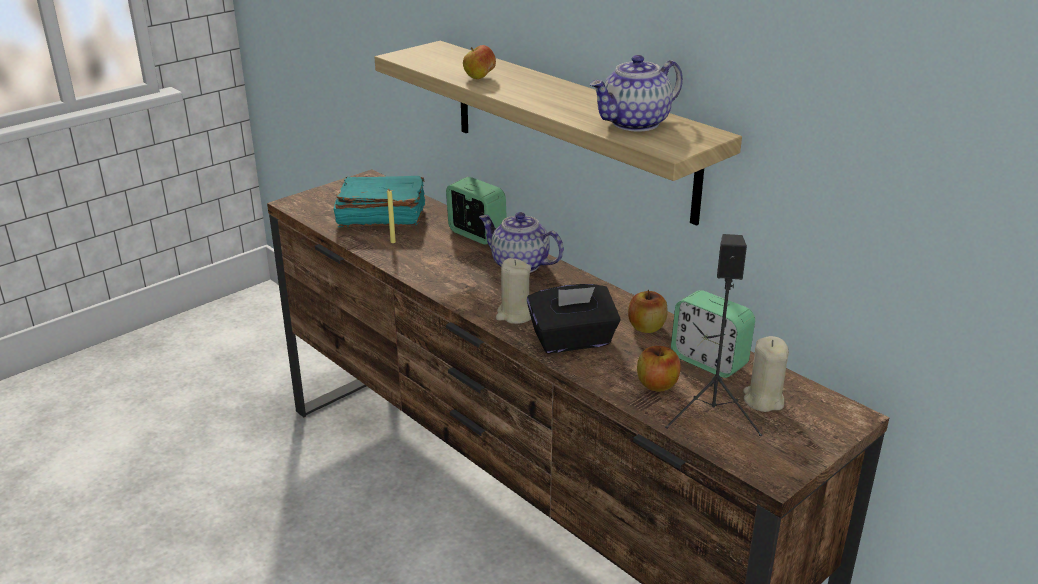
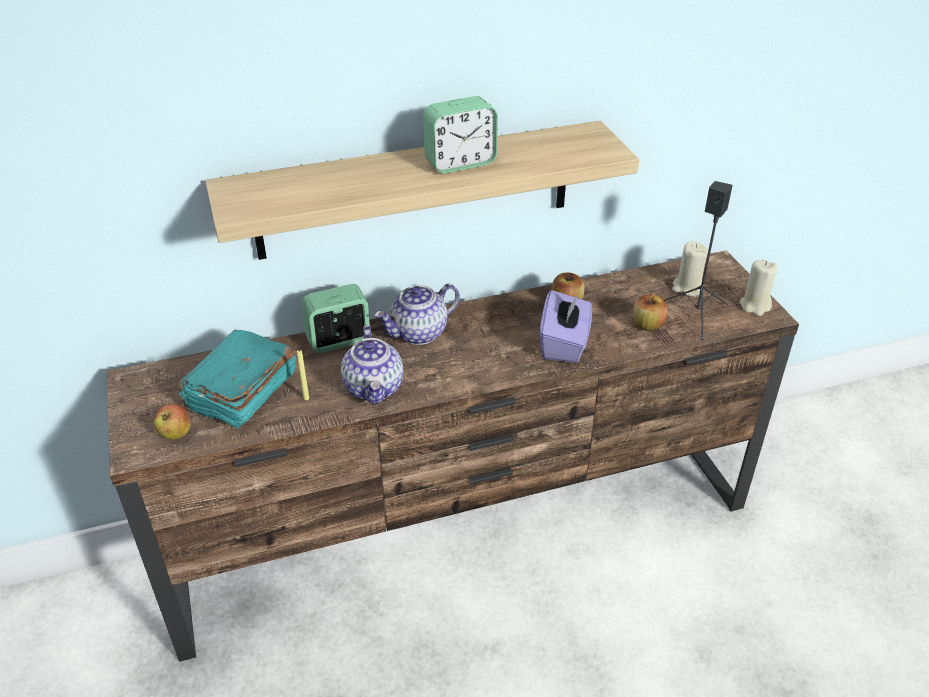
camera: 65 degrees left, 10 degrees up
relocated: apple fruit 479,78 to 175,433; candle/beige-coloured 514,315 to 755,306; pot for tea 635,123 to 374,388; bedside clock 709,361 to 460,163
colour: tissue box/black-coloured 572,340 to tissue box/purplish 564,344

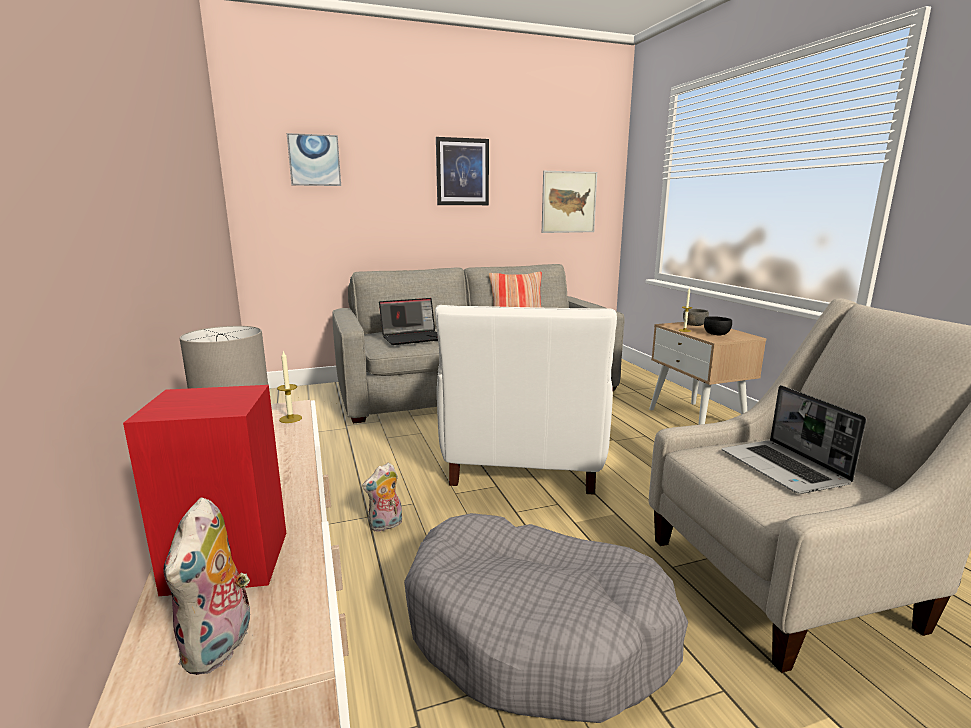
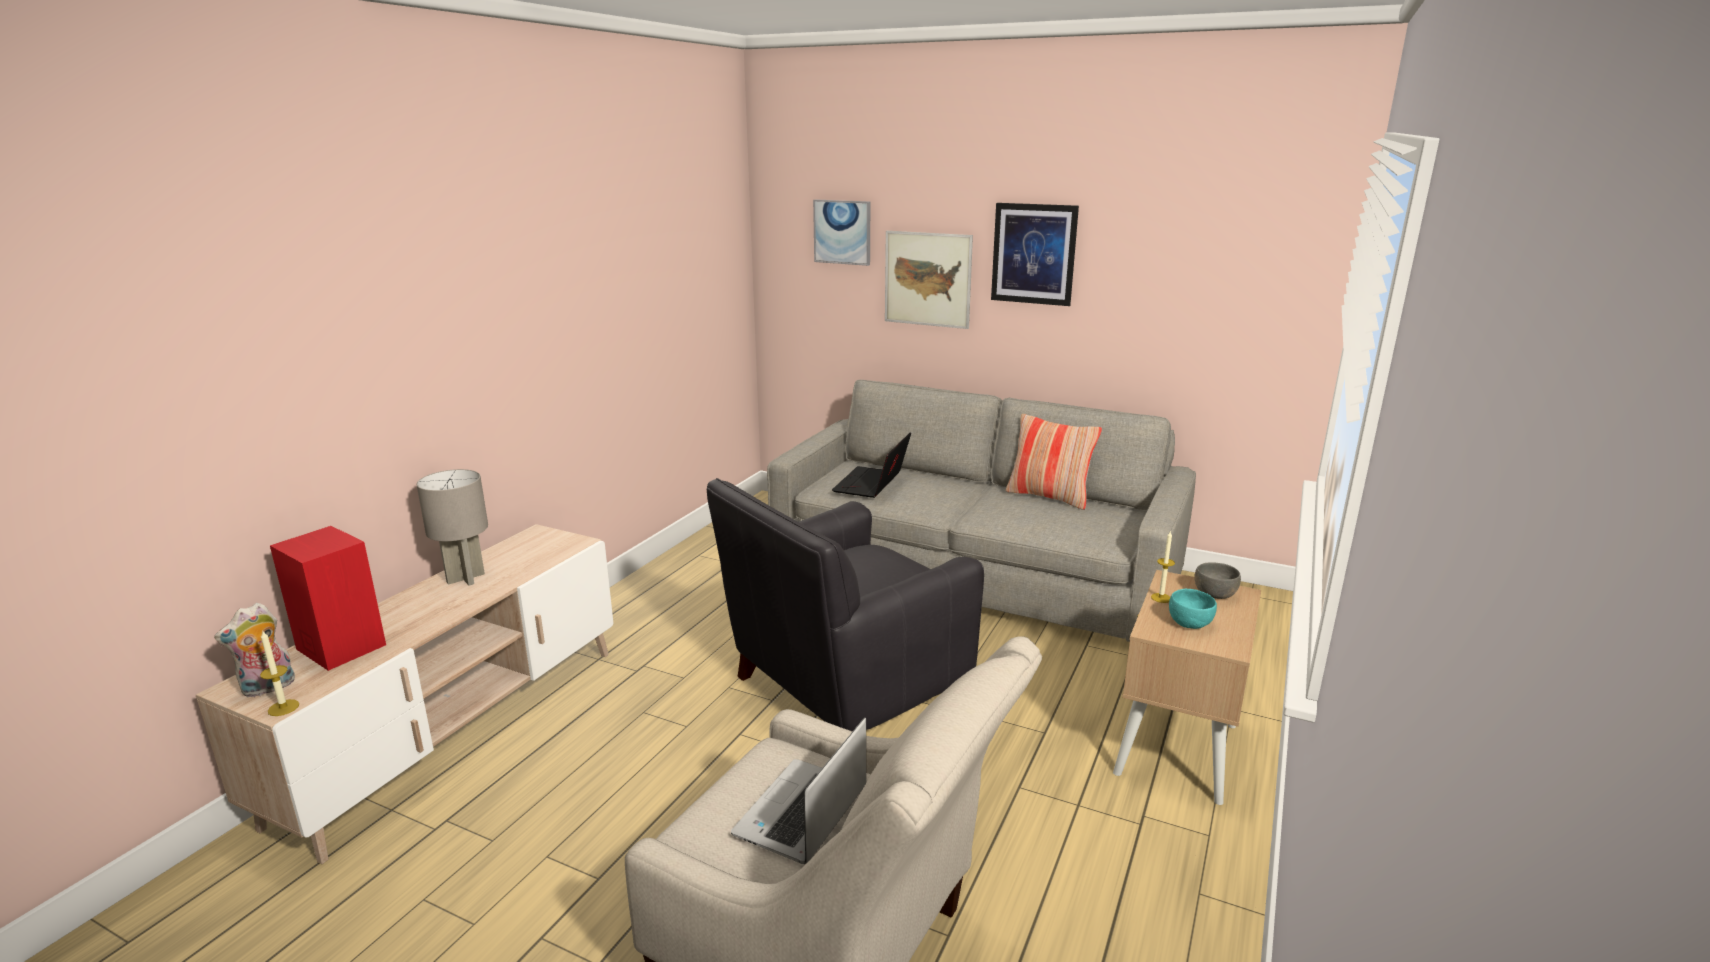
camera: 45 degrees right, 5 degrees up
missing: plush toy 386,525; dog cushion/gray 537,631
relocated: candle 290,419 to 283,707; wall picture 569,202 to 927,279
colour: armchair/white-coloured 523,462 to armchair/black-coloured 843,688; bowl/black-coloured 716,334 to bowl/turquoise 1189,622
spun: laptop 413,338 = 872,484 90 degrees clockwise

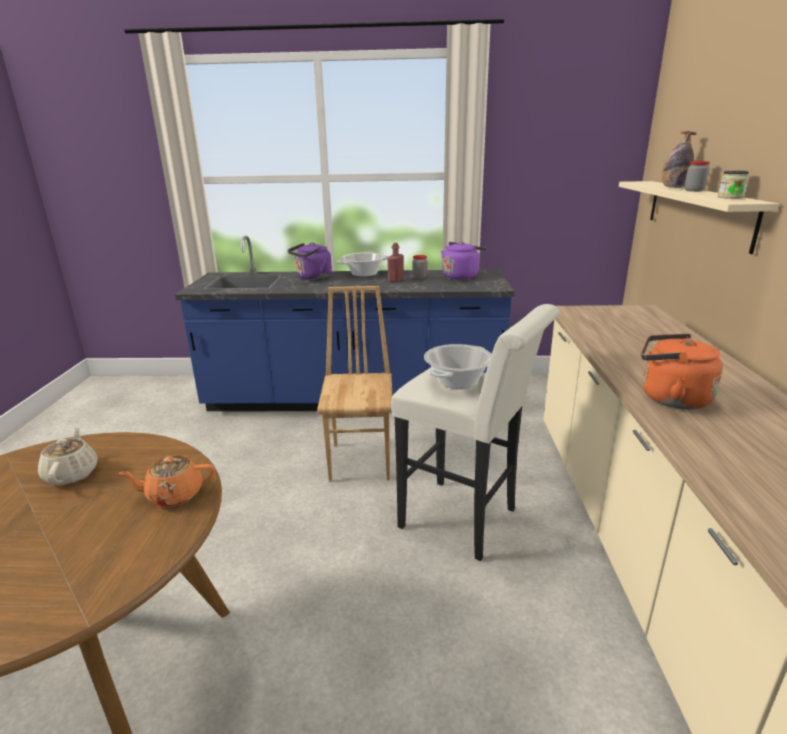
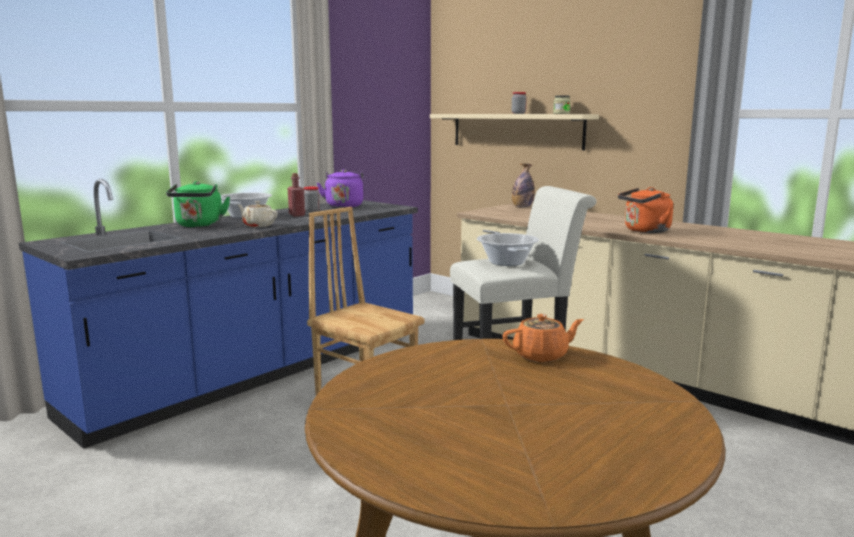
camera: 50 degrees left, 10 degrees down
relocated: pot for tea/beige-coloured 72,474 to 258,225; drink bottle 673,187 to 522,207
colour: kettle/purplish 312,278 to kettle/greenish 199,225
spun: pot for tea/orangey 174,495 = 541,355 135 degrees counterclockwise

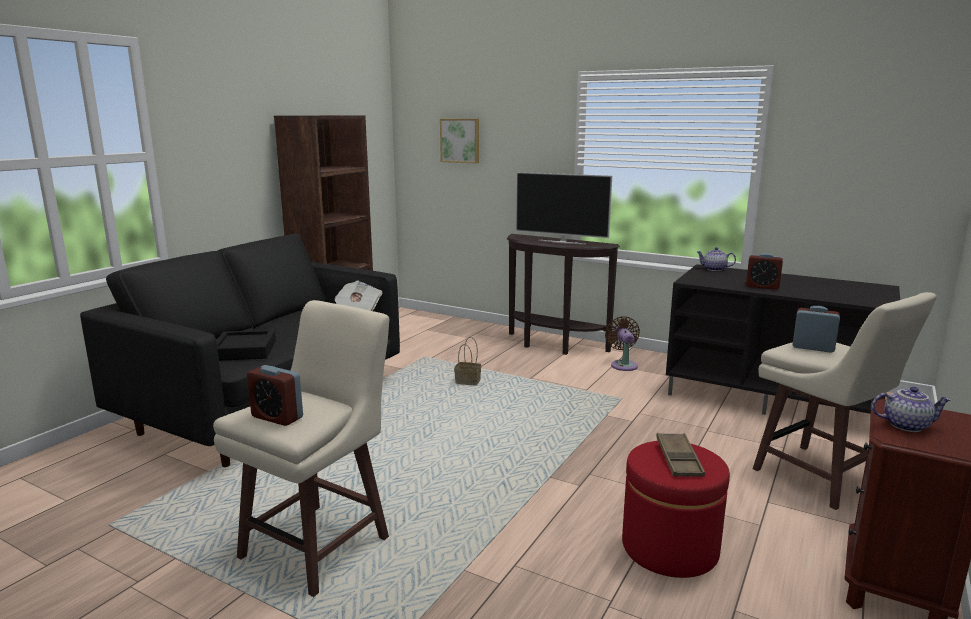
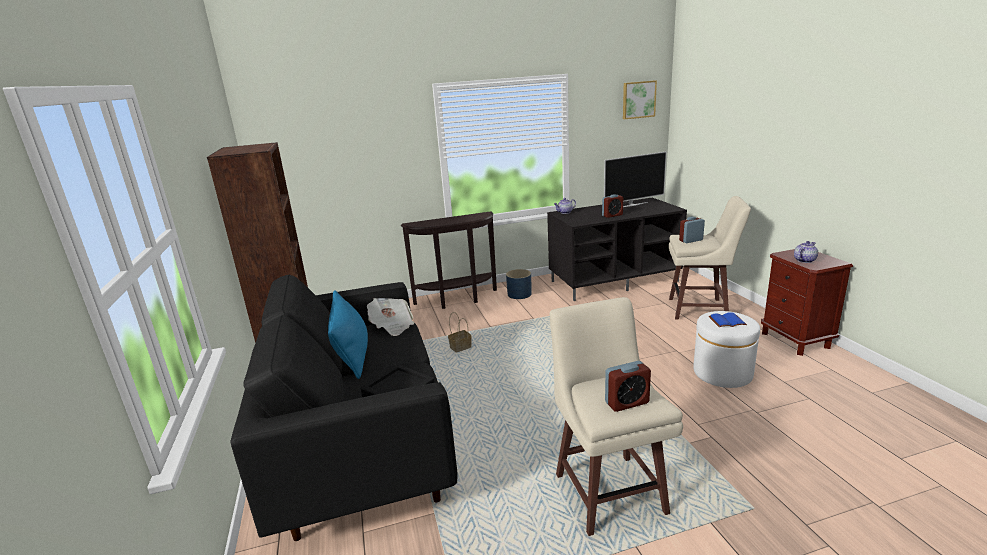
camera: 45 degrees left, 5 degrees up
appeared: pillow/bluish 352,354
relocated: wall picture 460,140 to 638,99; TV 562,242 to 632,205
exchanged: fan/brownish 623,365 to planter/bluish 519,294; serving tray/brownish 679,459 to book/bluish 727,321
colour: pouffe/red-coloured 669,548 to pouffe/white-coloured 722,373

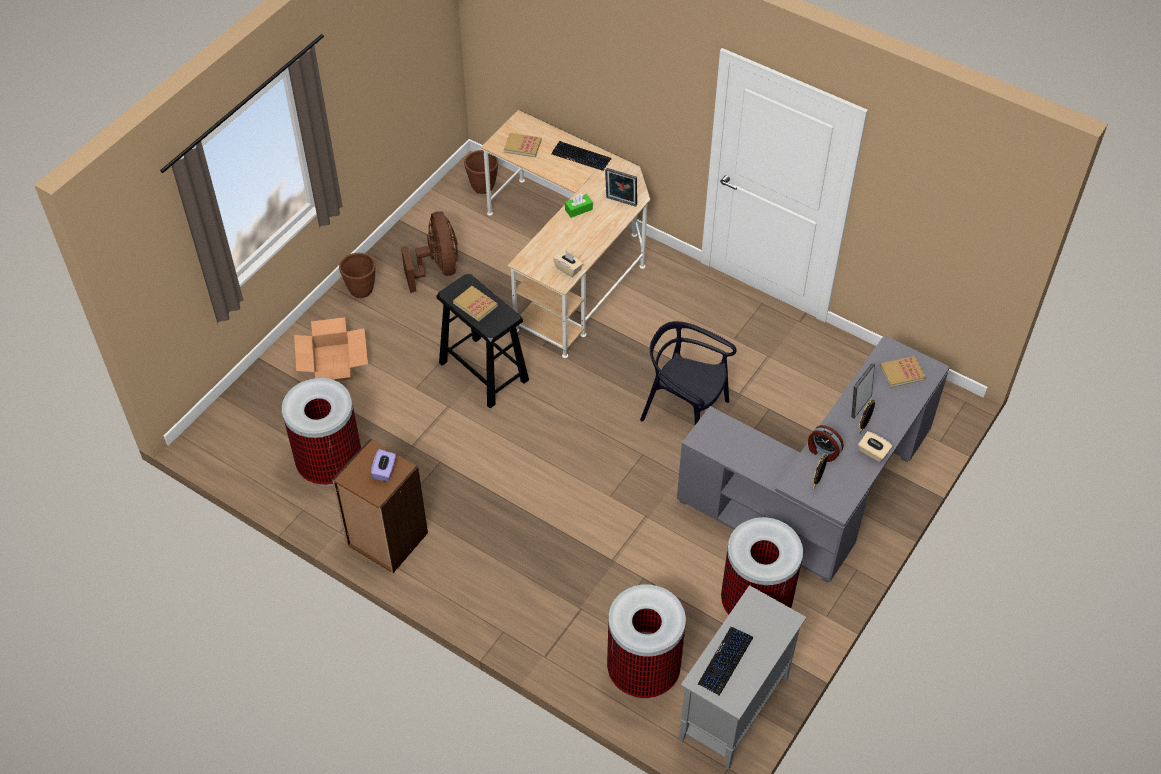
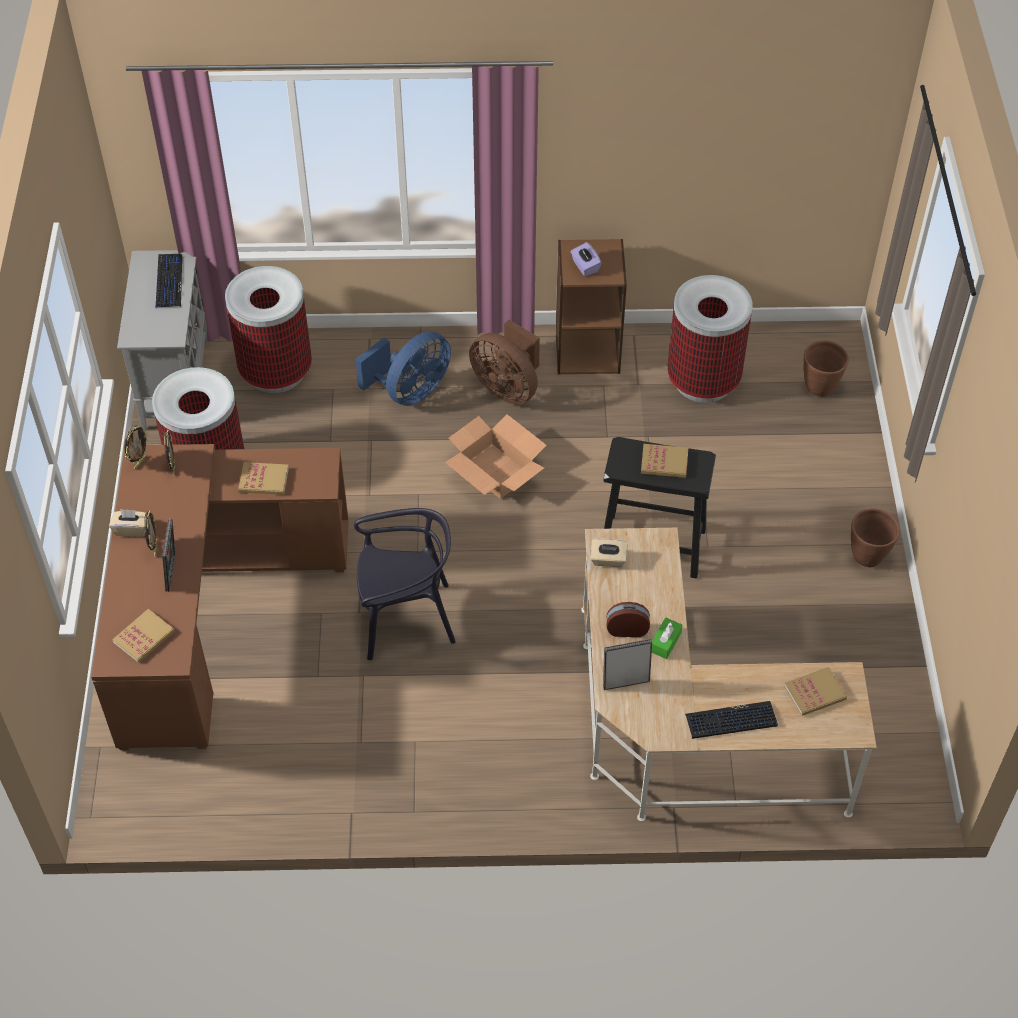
camera: 145 degrees right, 0 degrees up
appeared: photo frame 140,462; book 264,480; fan/bluish 410,391
relocated: cardboard box 333,363 to 496,471; fan/brownish 437,268 to 507,388; planter/brownish 482,187 to 820,388; bedside clock 823,452 to 627,629
colour: desk unit/gray 818,494 to desk unit/brownish 207,610

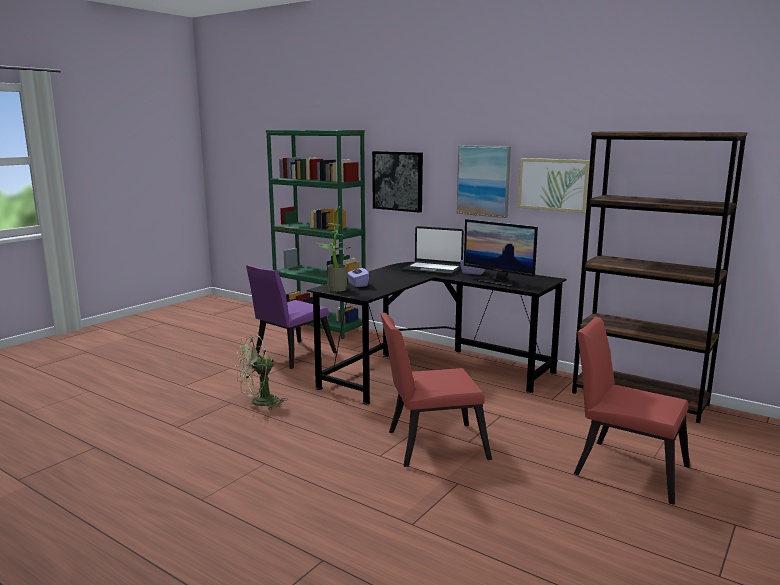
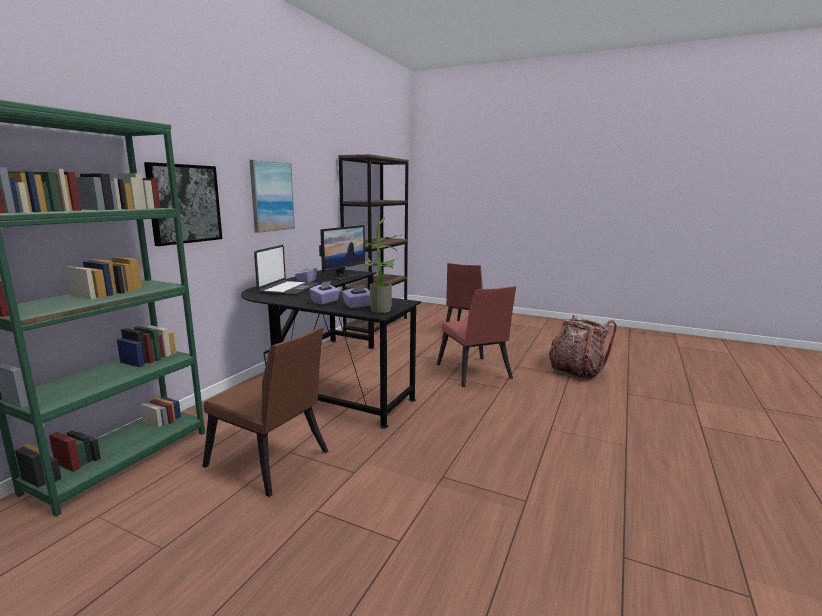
camera: 100 degrees left, 0 degrees up
missing: fan/greenish 259,403; wall picture 553,184
appeared: tissue box/purplish 325,301; backpack 576,371
colour: chair/purplish 290,356 to chair/brownish 271,463

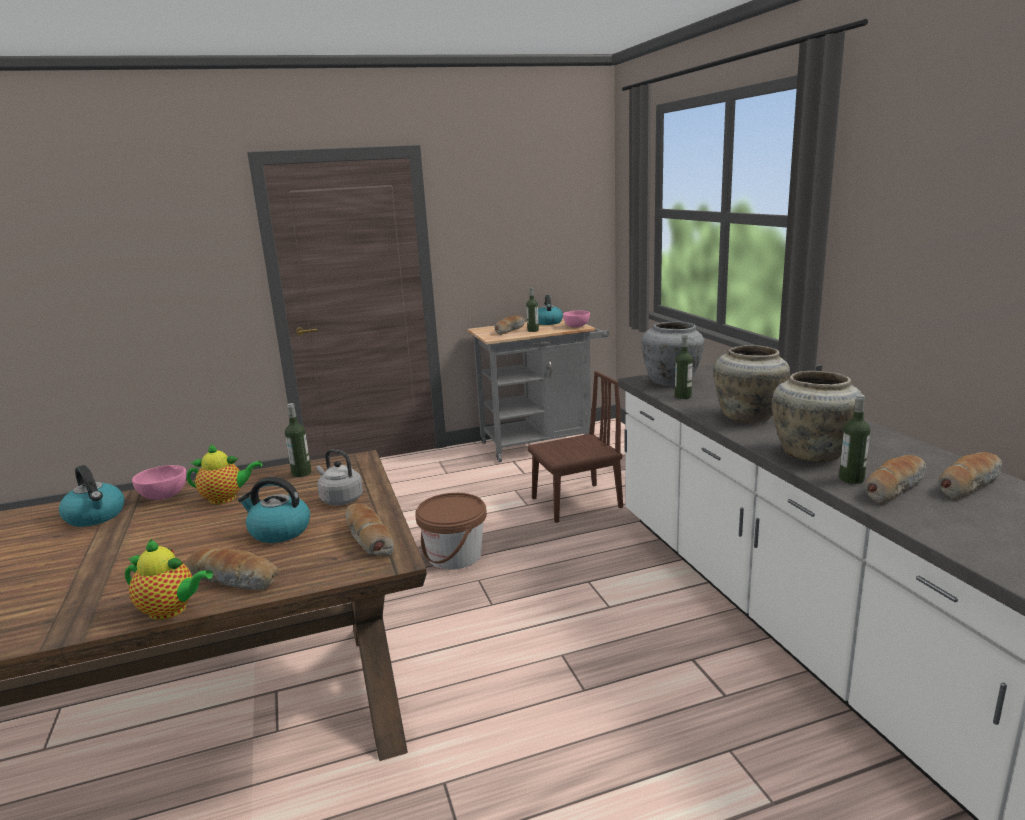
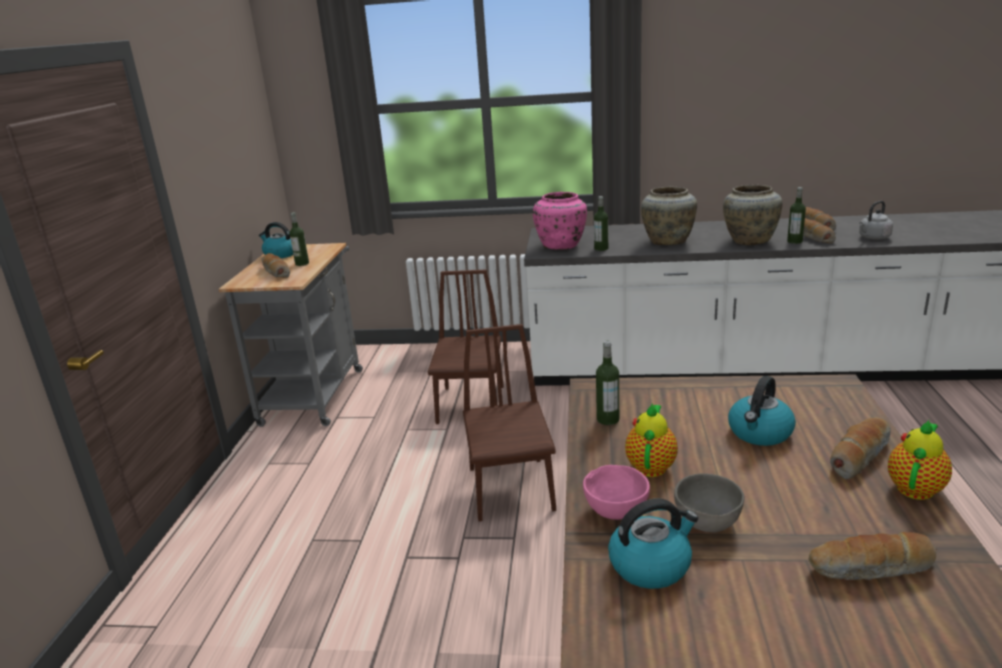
camera: 65 degrees left, 5 degrees up
missing: bowl/pink 576,327
appeared: bowl/gray 706,523
relocated: kettle/gray 340,499 to 873,238; baked bread 368,538 to 871,569
exchanged: pail/brownish 454,556 to chair/brownish 511,488
colour: flower vase/gray 672,382 to flower vase/pink 561,246

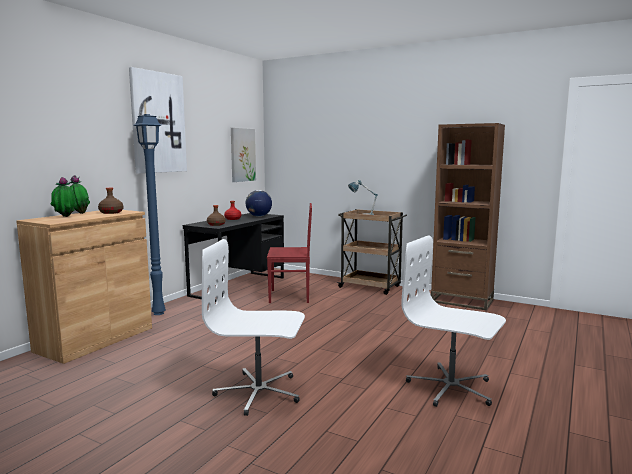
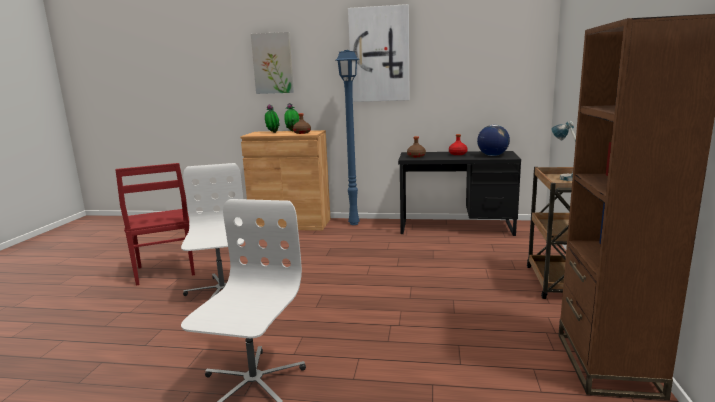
camera: 70 degrees right, 5 degrees up
relocated: wall picture 242,155 to 273,63; chair/red-coloured 291,296 to 165,272

